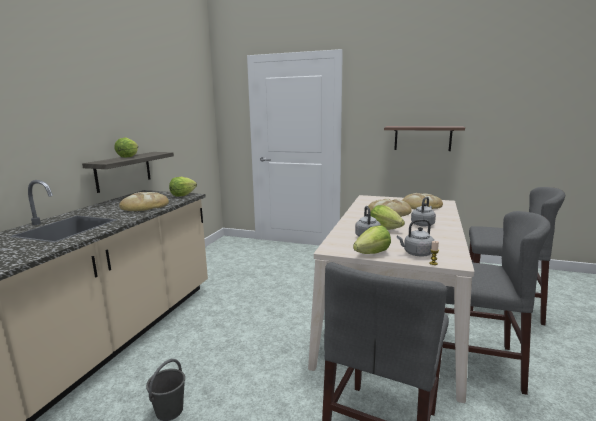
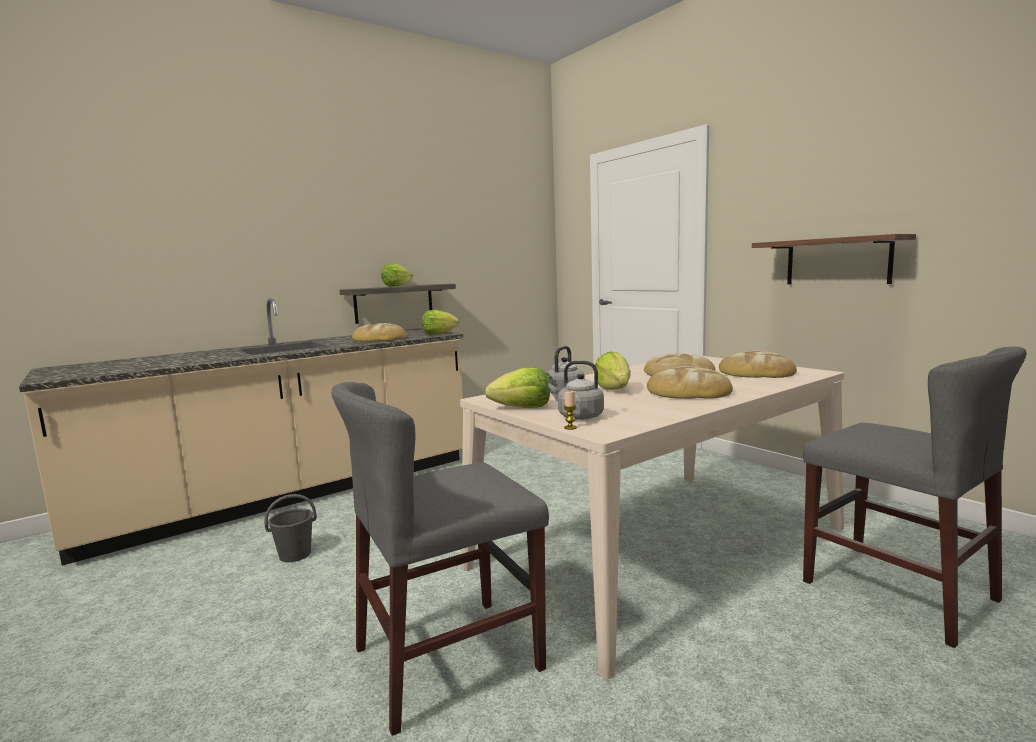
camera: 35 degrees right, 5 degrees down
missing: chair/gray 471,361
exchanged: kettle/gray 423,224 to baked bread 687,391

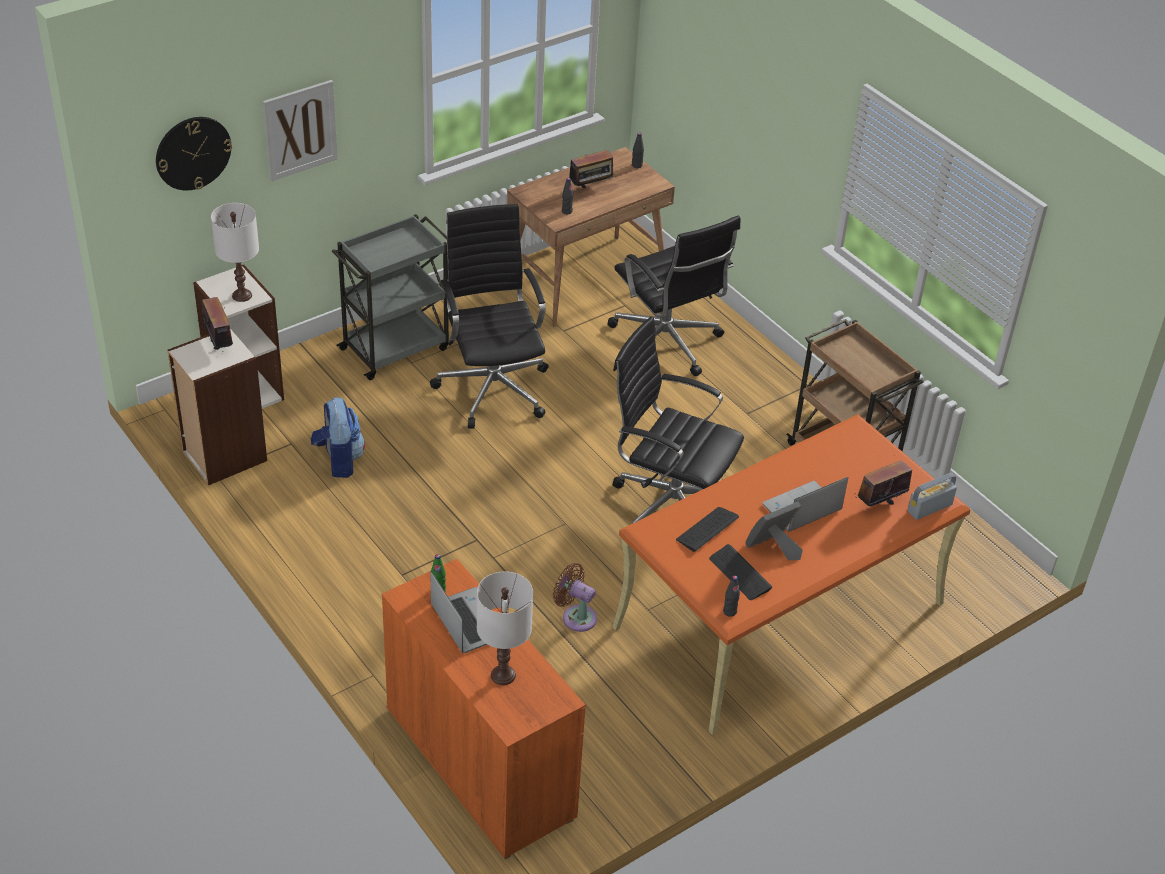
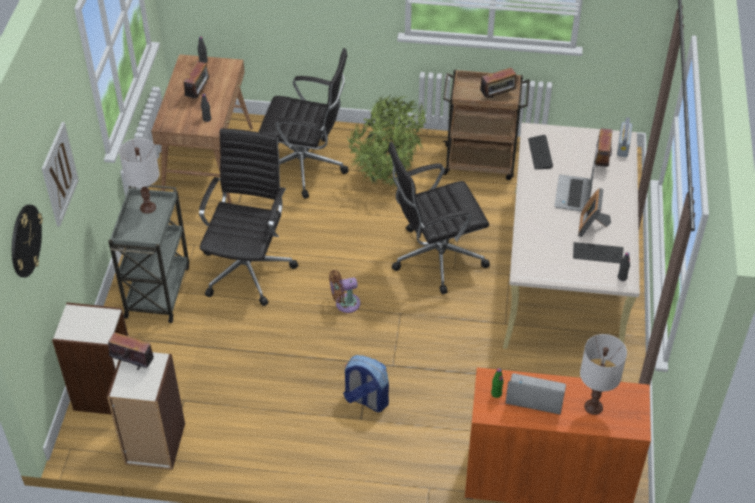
camera: 45 degrees left, 5 degrees up
appeared: plant in a pot 388,175; radio 498,97
relocated: table lamp/white-coloured 241,295 to 147,208; backpack 339,460 to 365,399; fan/brownish 576,616 to 345,304; keyboard 707,529 to 540,153
colour: desk unit/orangey 778,616 to desk unit/beige-coloured 565,271
spun: computer chair/black-coloured 493,386 = 248,268 75 degrees clockwise

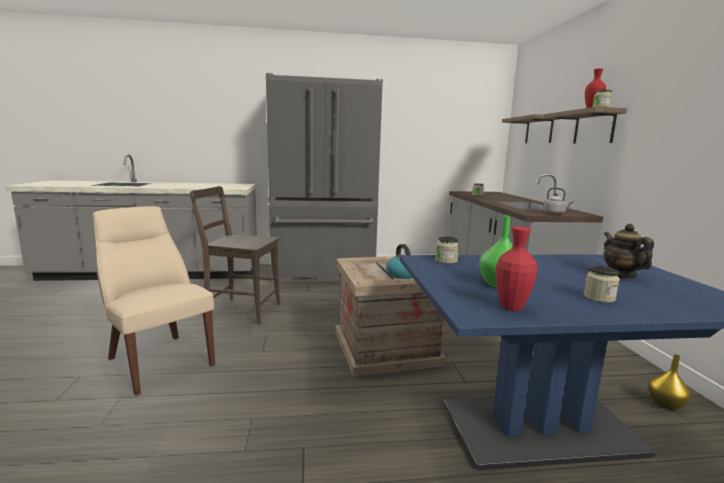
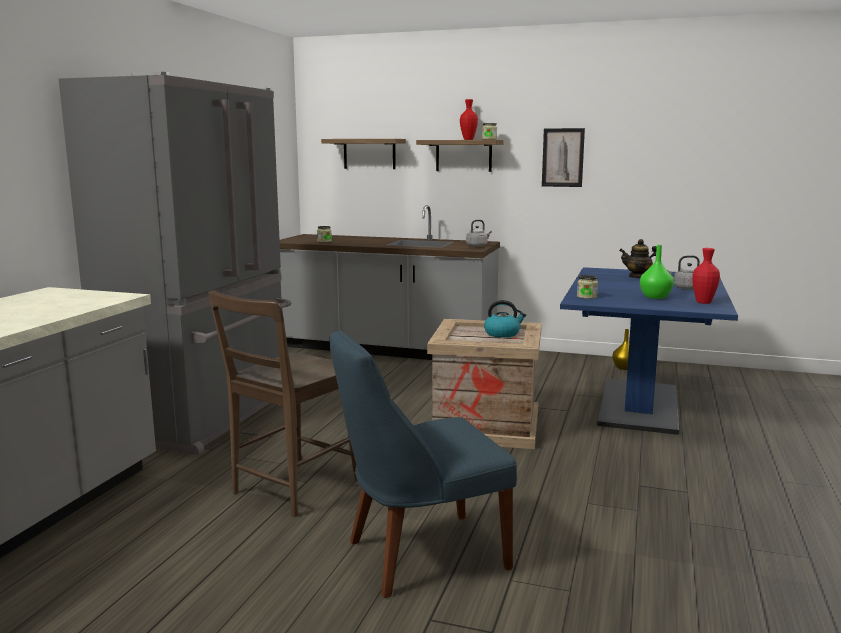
camera: 65 degrees left, 0 degrees up
appeared: wall picture 563,157
exchanged: jar 599,297 to kettle/gray 685,288
colour: chair/beige-coloured 158,360 to chair/bluish 420,555

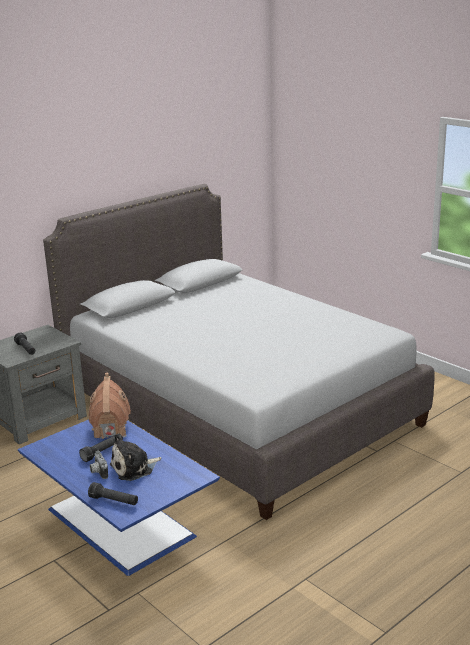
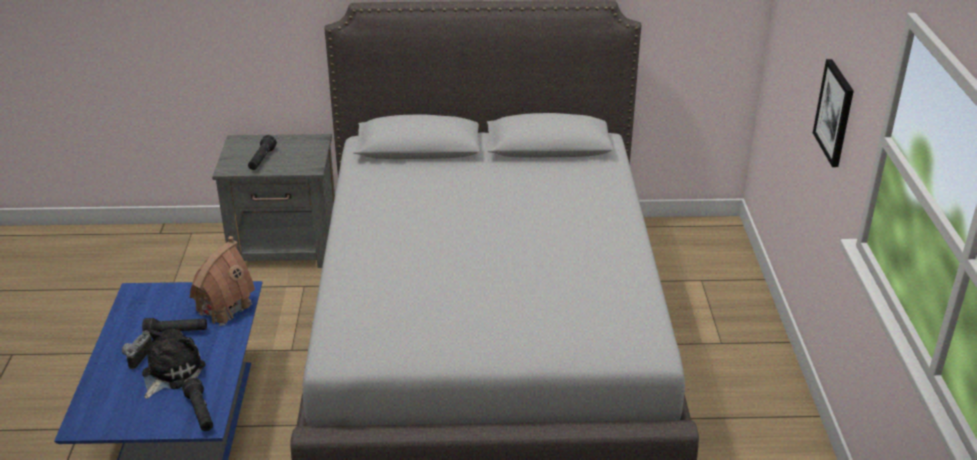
camera: 40 degrees right, 10 degrees up
appeared: wall picture 835,112
relocated: torch/black-coloured 114,501 to 200,413
spun: plush toy 134,468 = 170,372 105 degrees clockwise

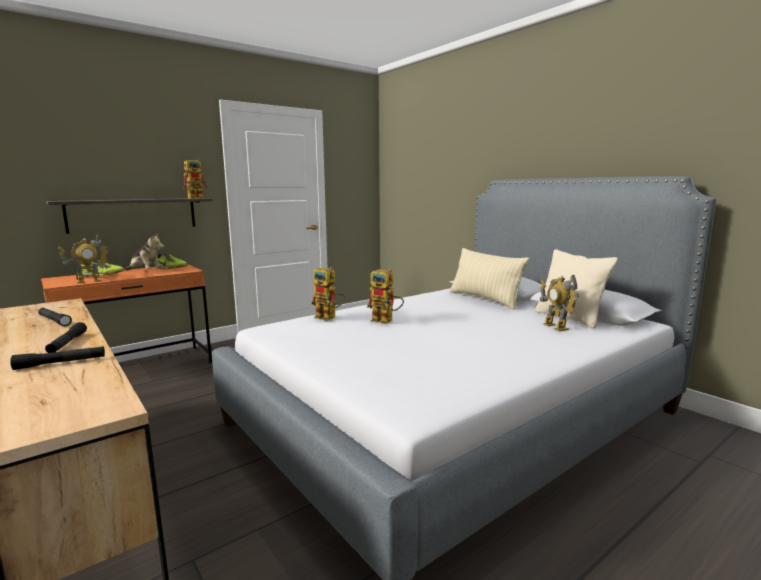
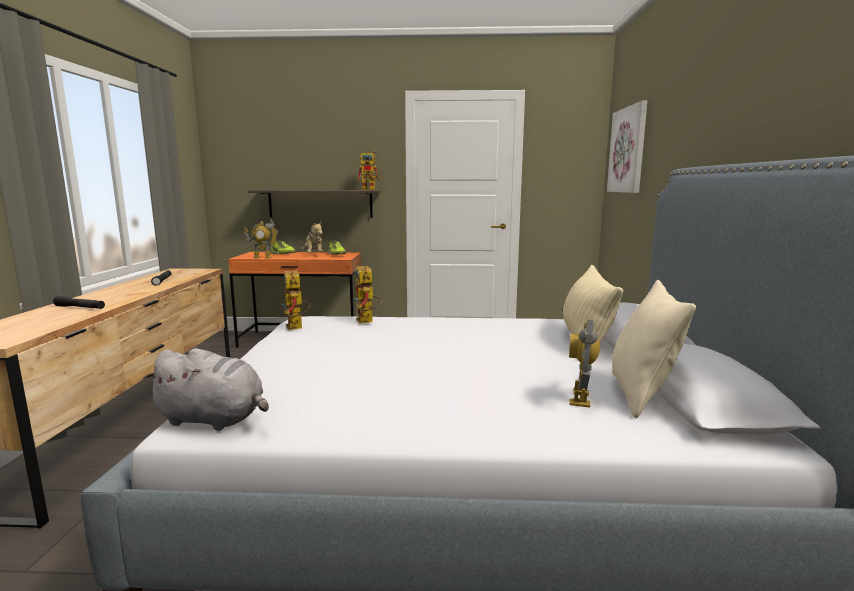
camera: 40 degrees right, 0 degrees up
missing: torch/black-coloured 67,343
appeared: plush toy/gray 214,419; wall picture 628,150
relocated: robot figure 386,321 to 297,328

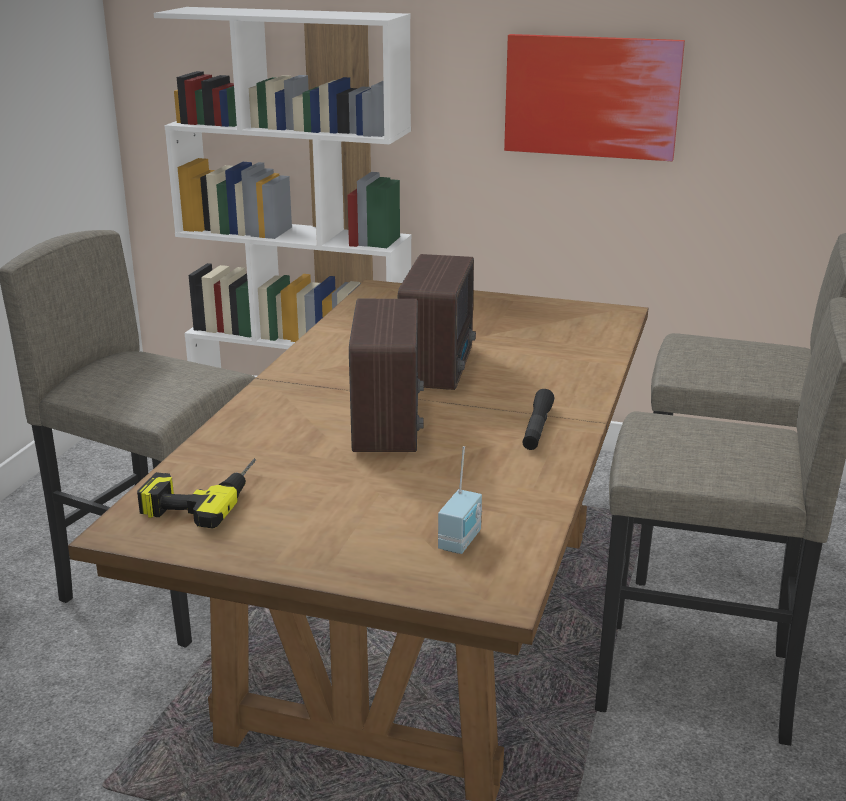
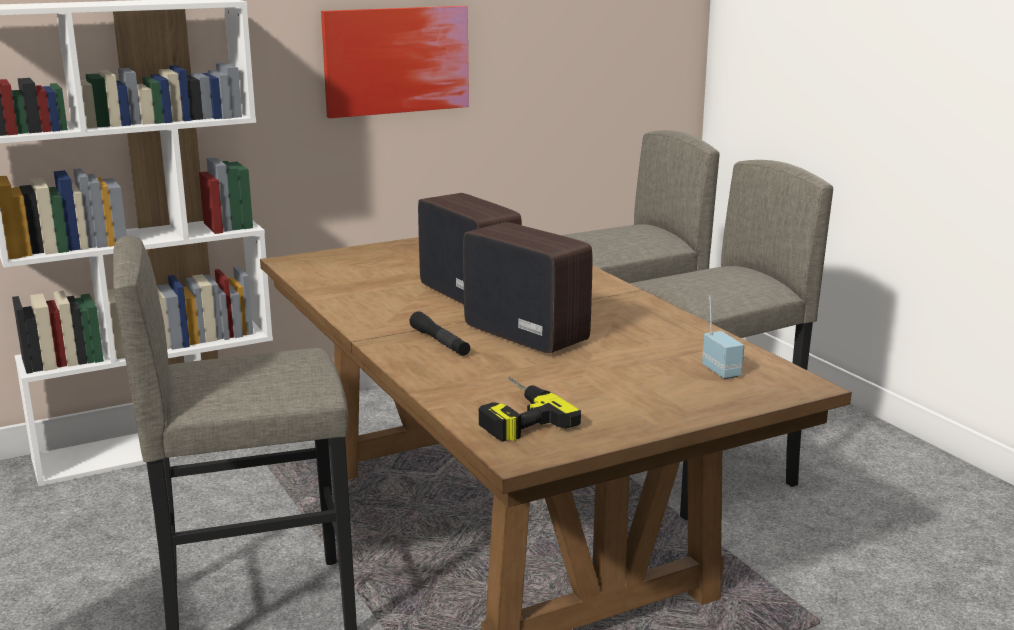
camera: 45 degrees left, 5 degrees down
relocated: torch/black-coloured 537,428 to 440,342

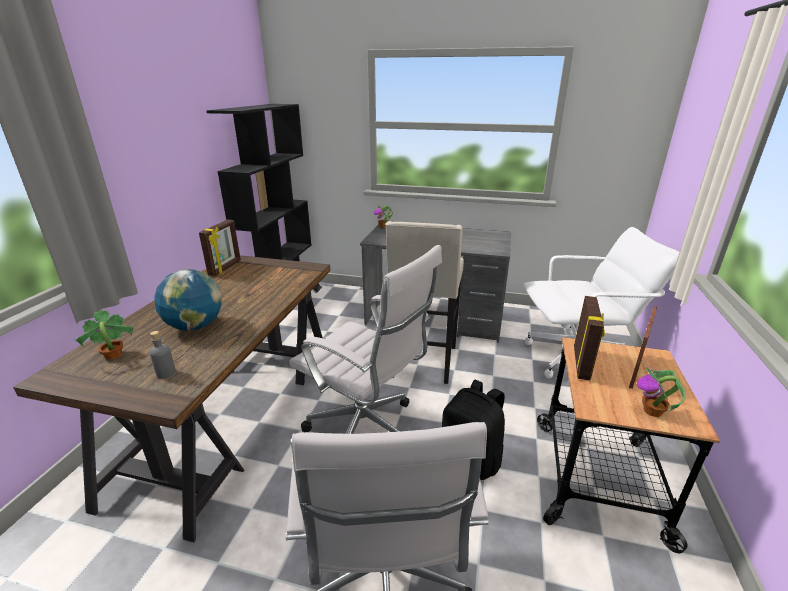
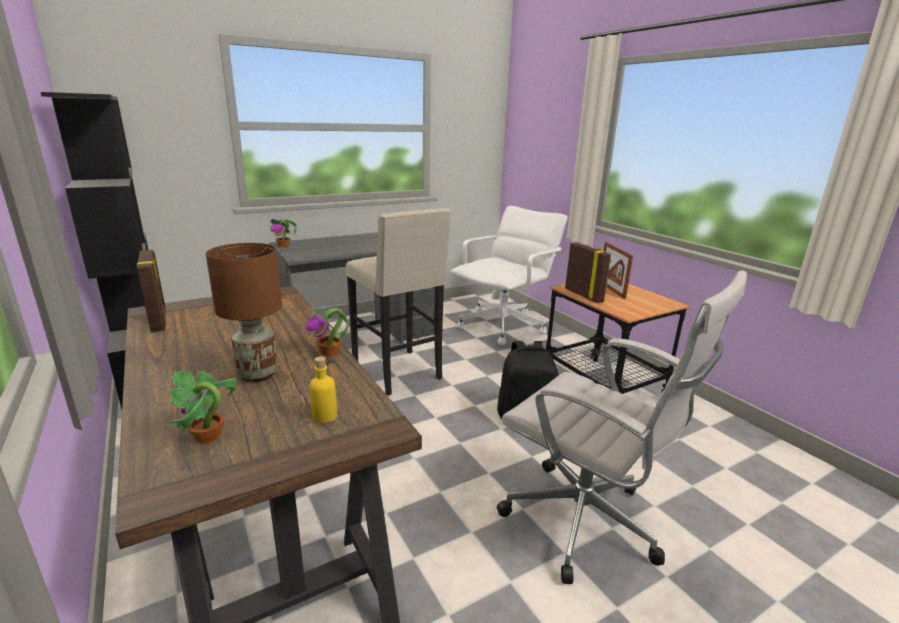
camera: 45 degrees left, 5 degrees down
missing: computer chair/white-coloured 367,431
relocated: plant in a pot 653,411 to 330,352
exchanged: desk globe 195,326 to table lamp/brownish 258,374
colour: drink bottle/gray 166,373 to drink bottle/yellow-coloured 324,416

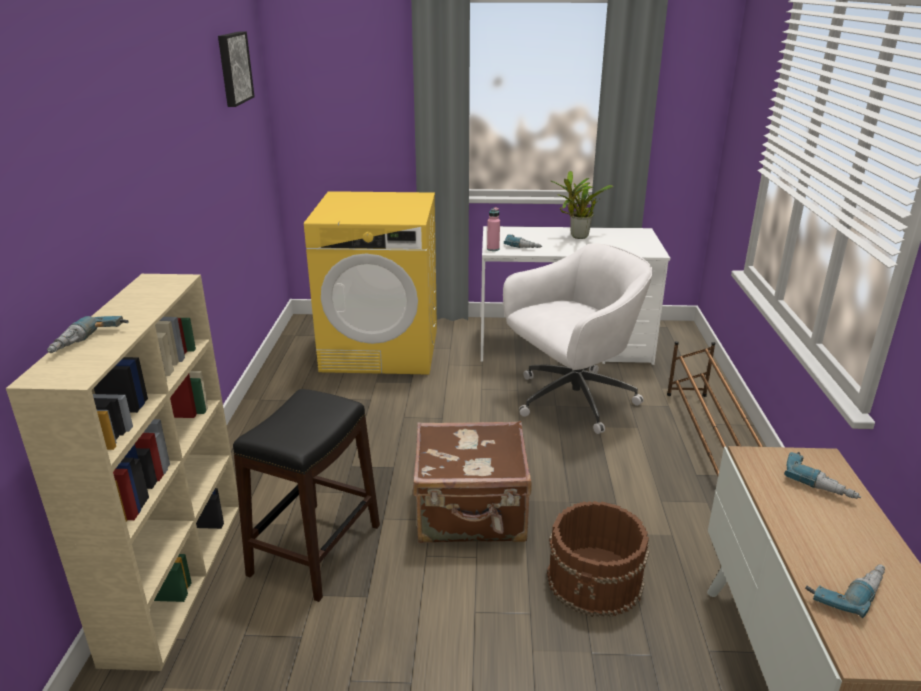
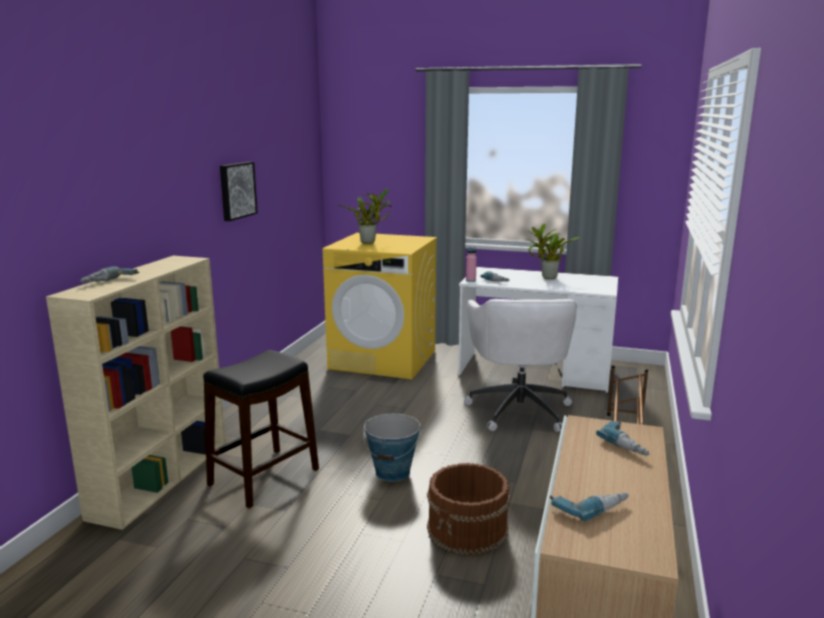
camera: 15 degrees right, 10 degrees down
appeared: plant in a pot 370,242
relocated: wall picture 233,68 to 236,190
exchanged: piece of luggage/brownish 471,514 to pail 393,472
spun: computer chair/white-coloured 571,400 = 519,409 105 degrees clockwise

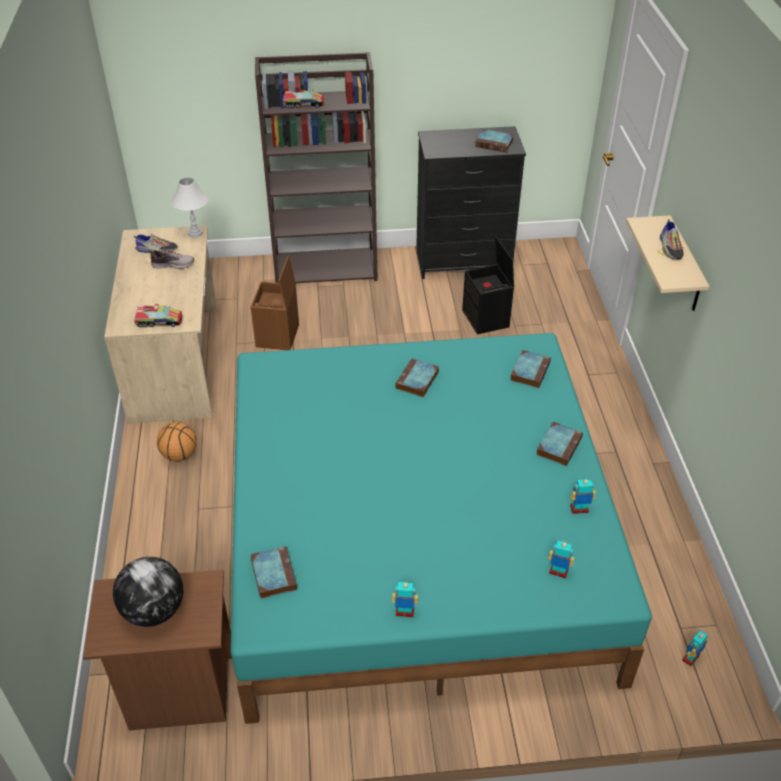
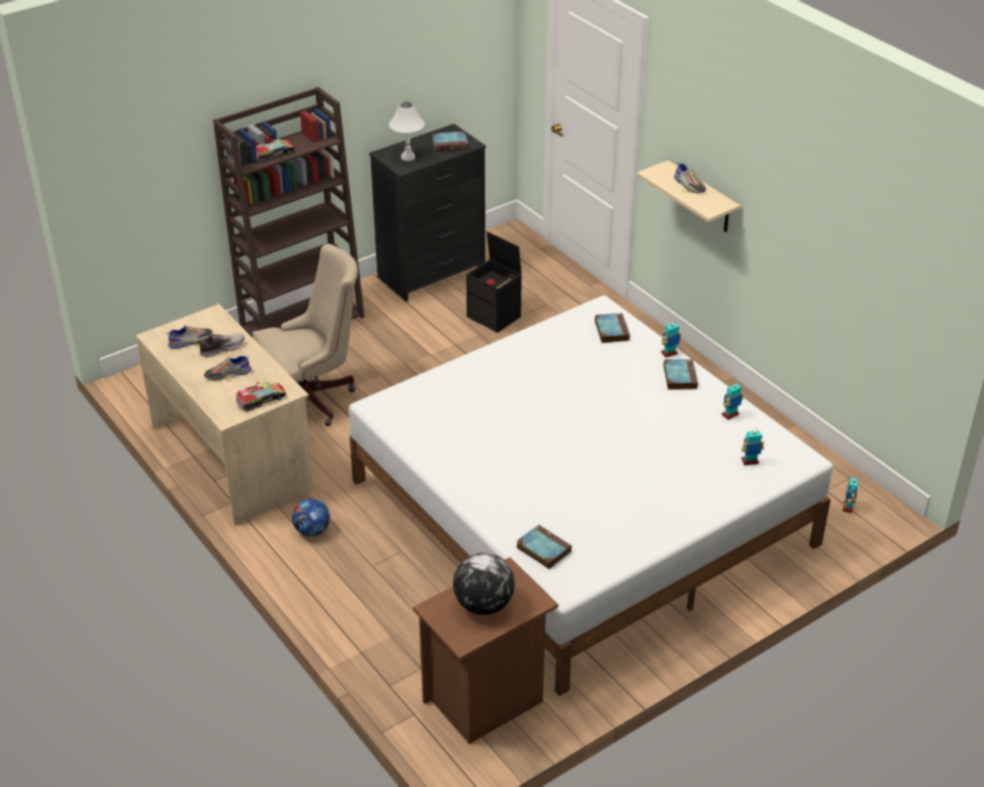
camera: 30 degrees left, 5 degrees down
missing: book 417,381
appeared: item of footwear 227,374
relocated: table lamp/white-coloured 195,233 to 408,157; robot figure 404,612 to 669,353
exchanged: basketball ball 179,454 to football 312,531; storage bin/brownish 278,336 to computer chair/beige-coloured 312,398
colour: bedroom bed/turquoise 415,538 to bedroom bed/white-coloured 580,512

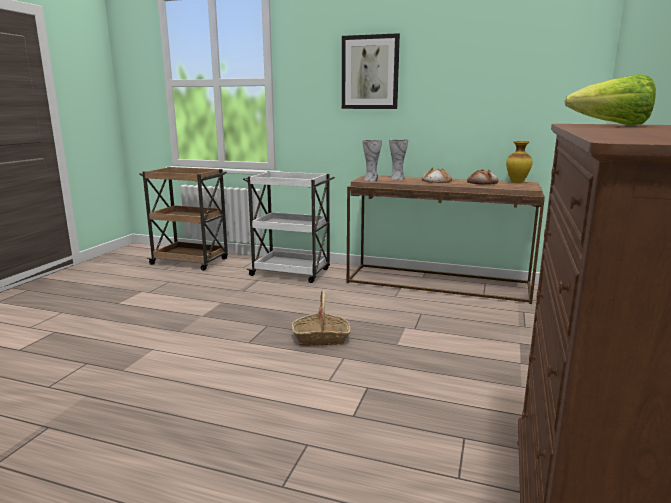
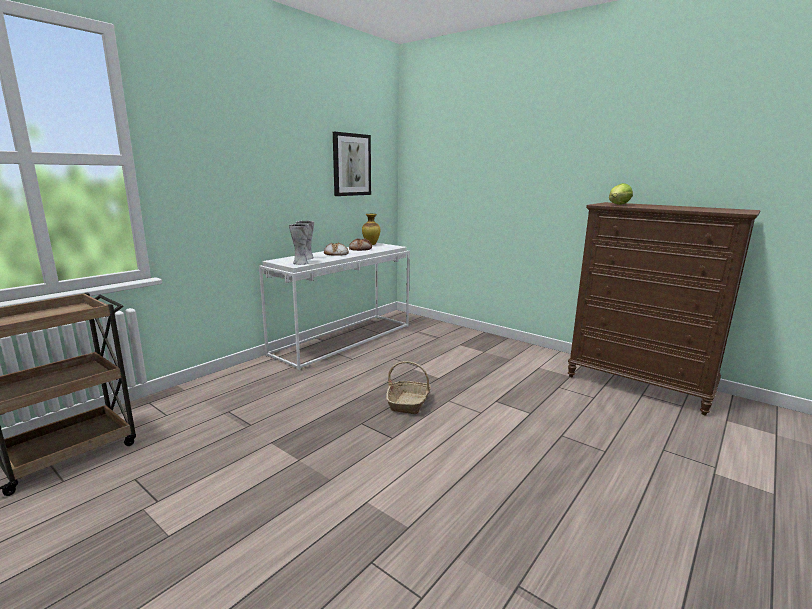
camera: 70 degrees left, 0 degrees up
missing: trolley/white-coloured 292,272
relocated: wall picture 370,72 to 351,165
colour: hall table/brownish 439,283 to hall table/white-coloured 343,339

